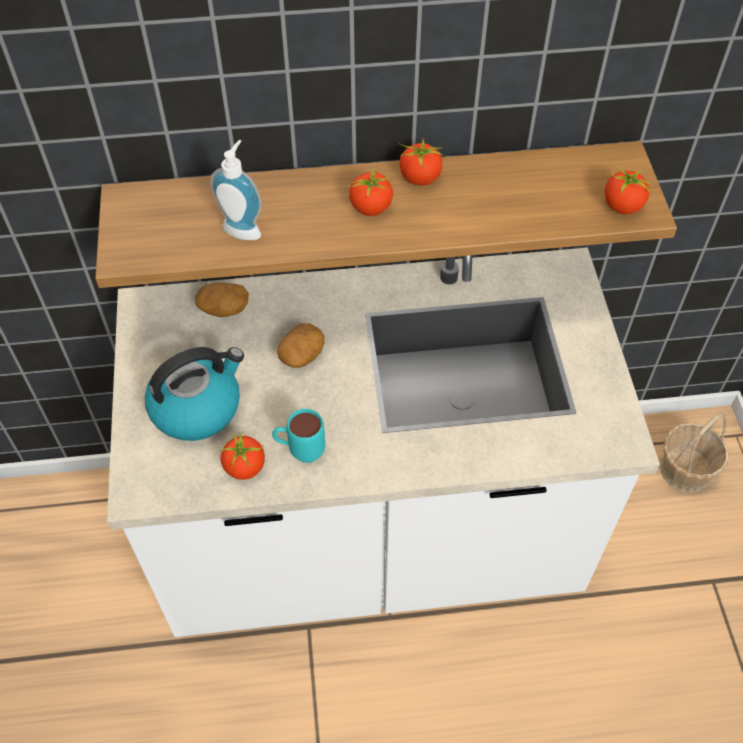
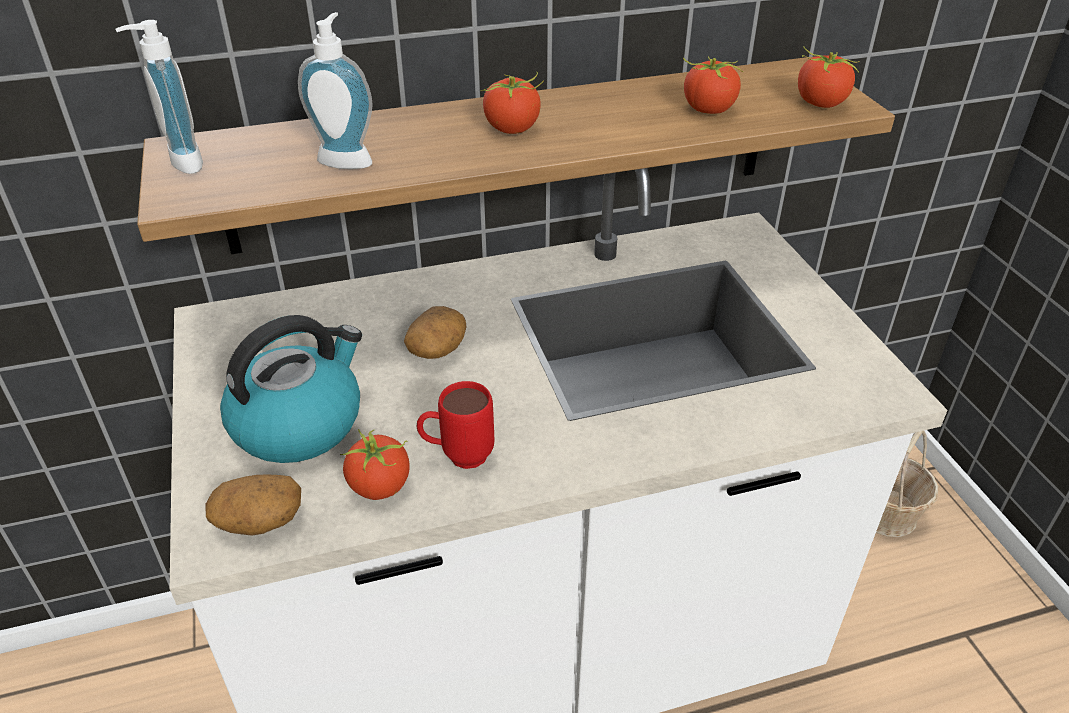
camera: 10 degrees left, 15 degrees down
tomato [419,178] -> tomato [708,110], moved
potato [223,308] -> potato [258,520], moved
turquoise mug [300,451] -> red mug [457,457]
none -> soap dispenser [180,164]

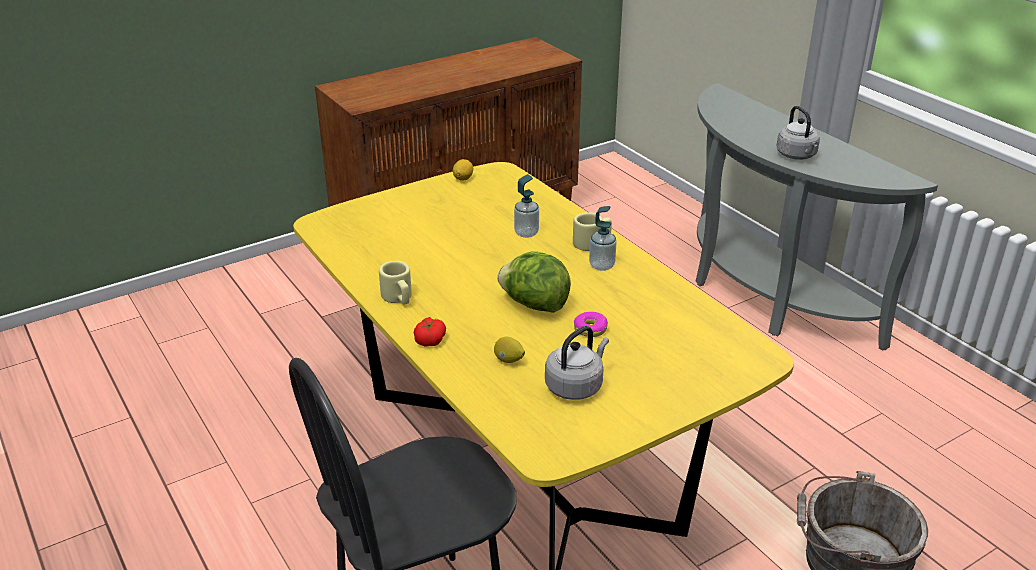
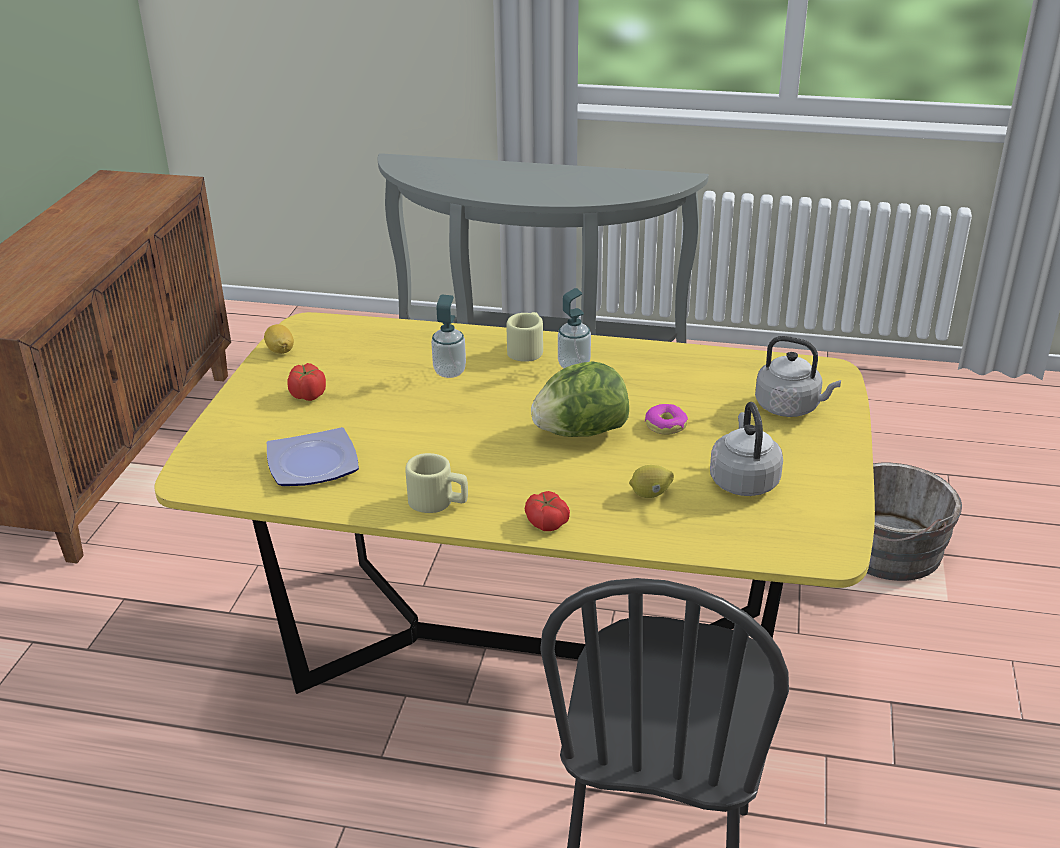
camera: 45 degrees left, 0 degrees up
grey kettle [797,156] -> grey kettle [790,407], moved
none -> tomato [308,395]
none -> plate [311,465]

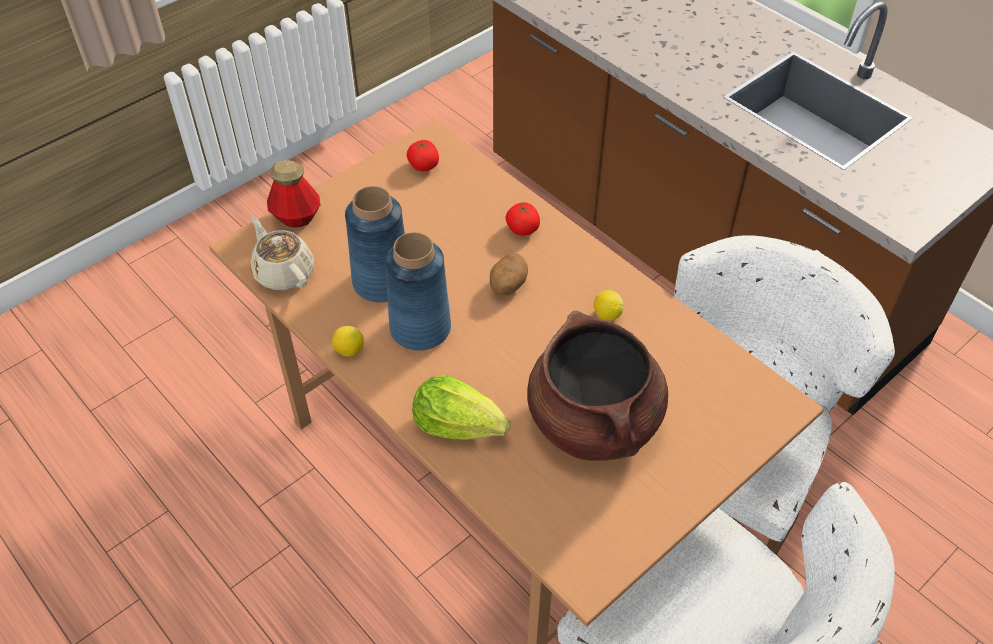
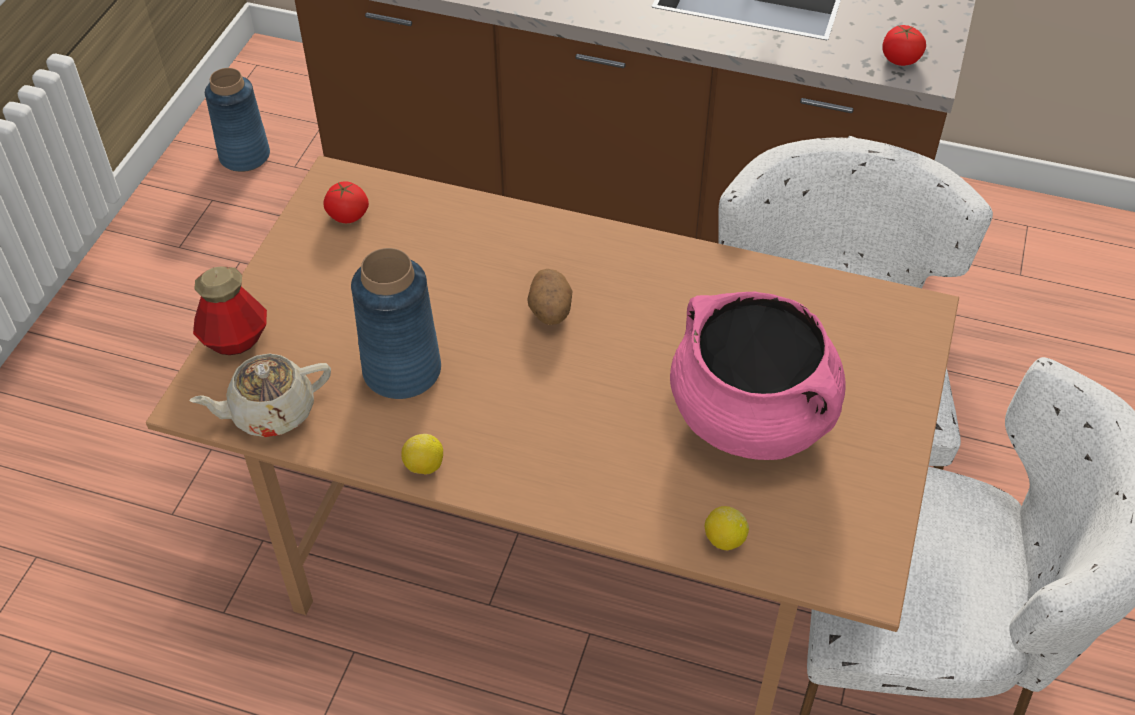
camera: 30 degrees left, 0 degrees up
tomato [522,229] -> tomato [900,59], moved
beige teapot [283,272] -> beige teapot [271,412], 45 degrees counterclockwise
blue vase [420,328] -> blue vase [245,155], moved
lemon [607,314] -> lemon [724,539], moved
brown cooking pot [594,422] -> pink cooking pot [752,416]
lettuce [458,424] -> none

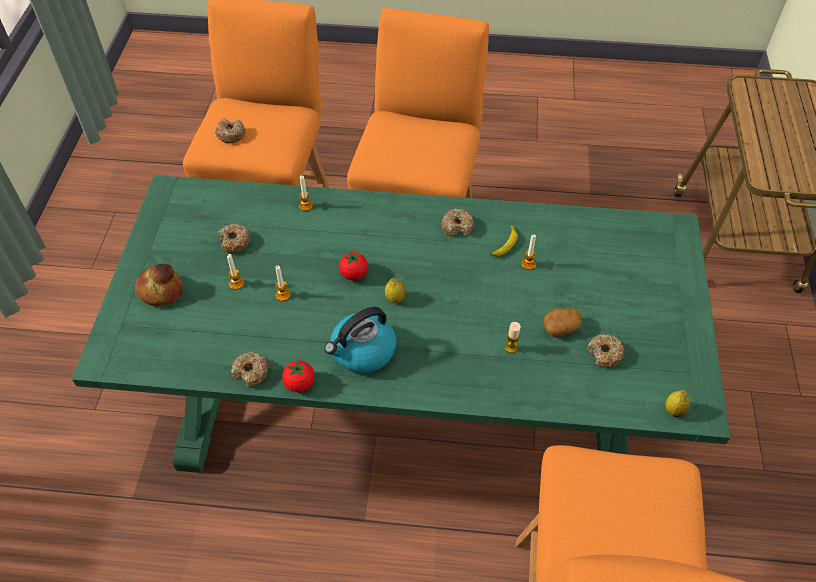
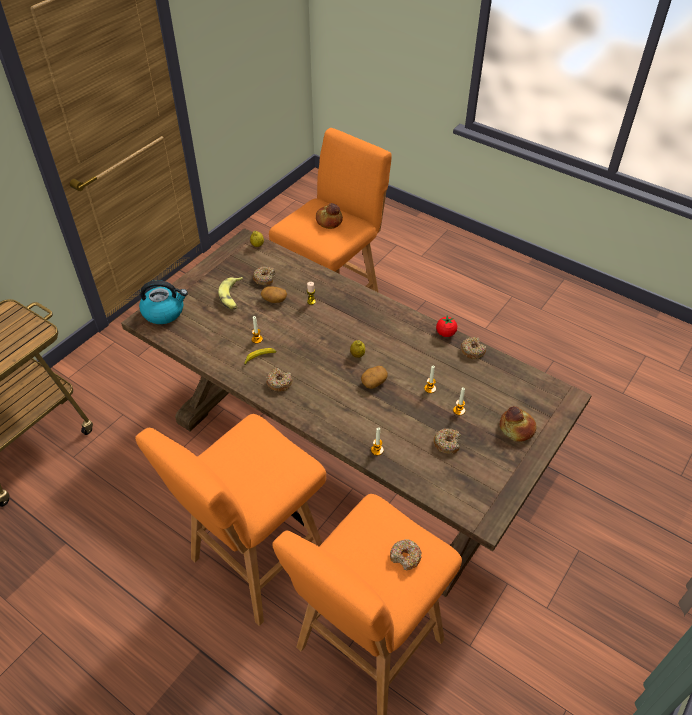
camera: 150 degrees left, 5 degrees down
green dining table [406,400] -> brown dining table [347,448]
tomato [354,274] -> potato [374,381]
kettle [362,351] -> kettle [164,312], moved
none -> bread [329,221]
none -> banana [232,297]

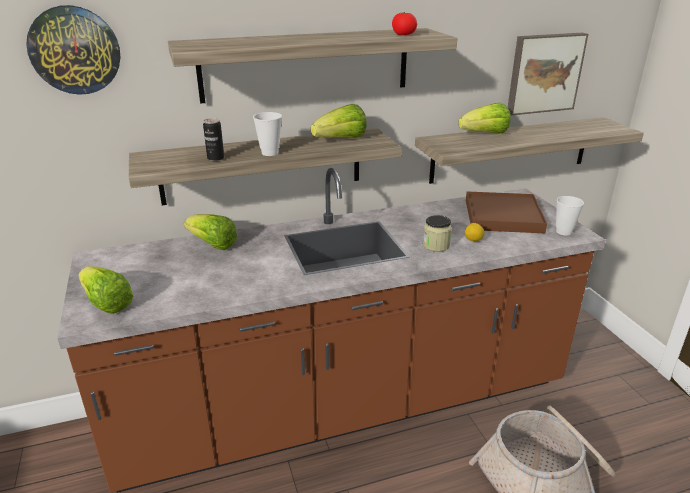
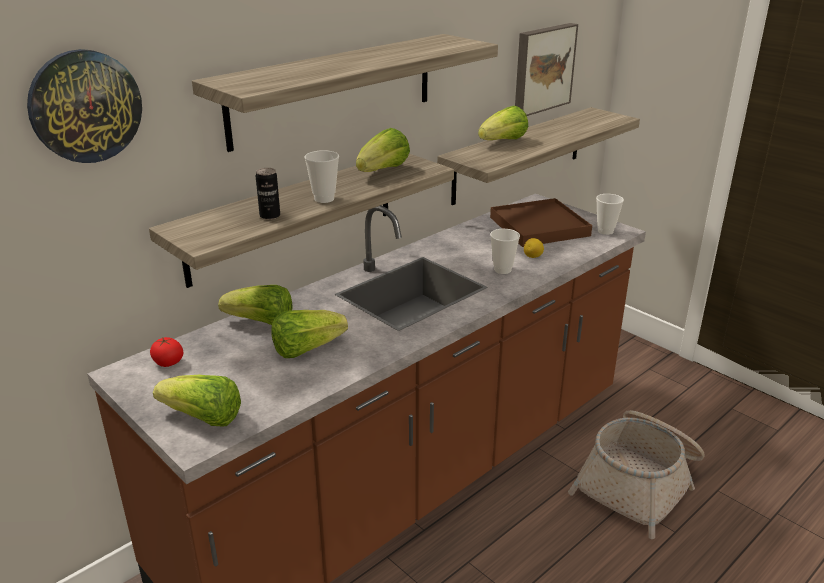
camera: 25 degrees left, 0 degrees up
tomato [403,35] -> tomato [168,363], moved
jar [436,245] -> cup [502,270]
none -> lettuce [306,349]

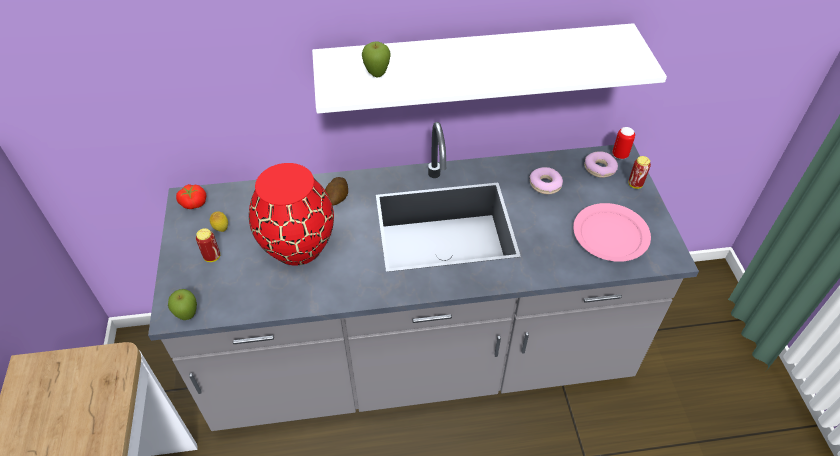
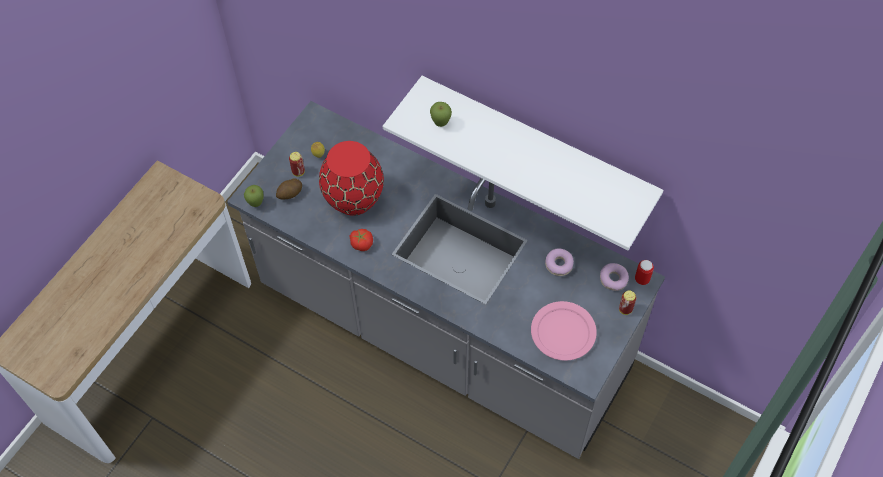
camera: 40 degrees right, 10 degrees up
potato [337,198] -> potato [290,194], moved
tomato [193,202] -> tomato [361,243], moved

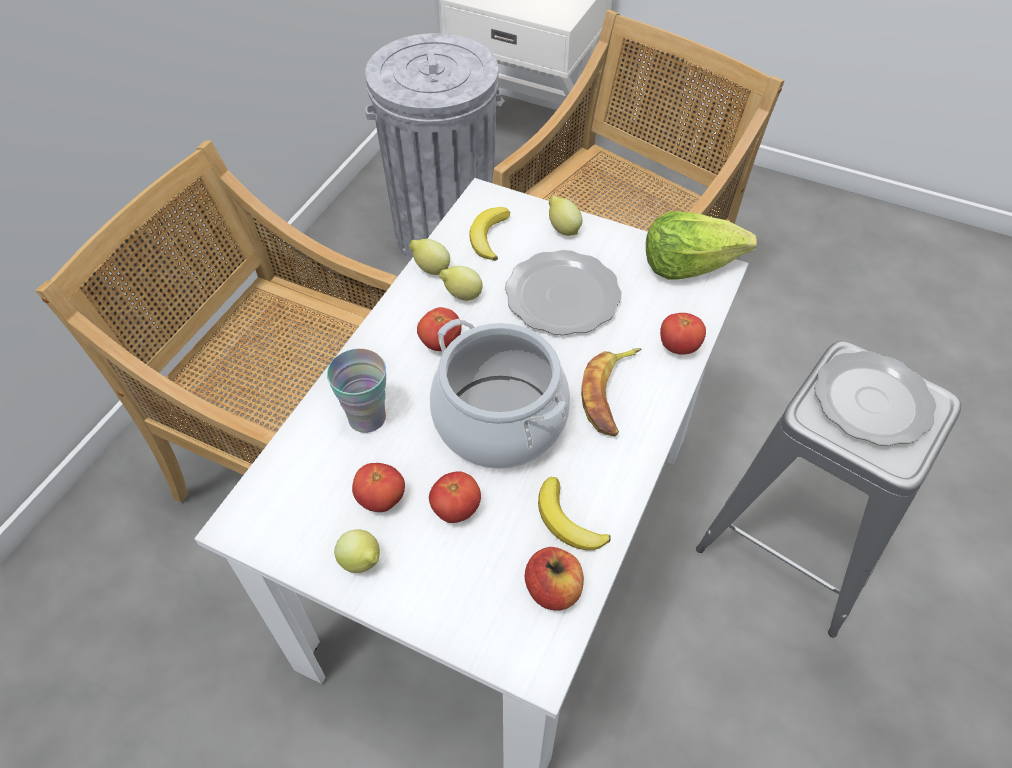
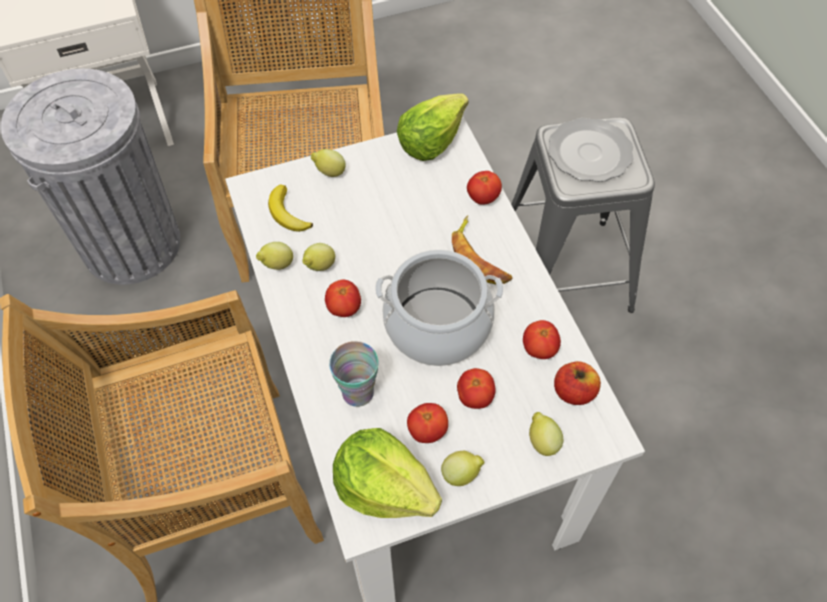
camera: 45 degrees left, 5 degrees up
plate [564,295] -> none
banana [567,521] -> tomato [539,349]
none -> lemon [542,441]
none -> lettuce [384,486]

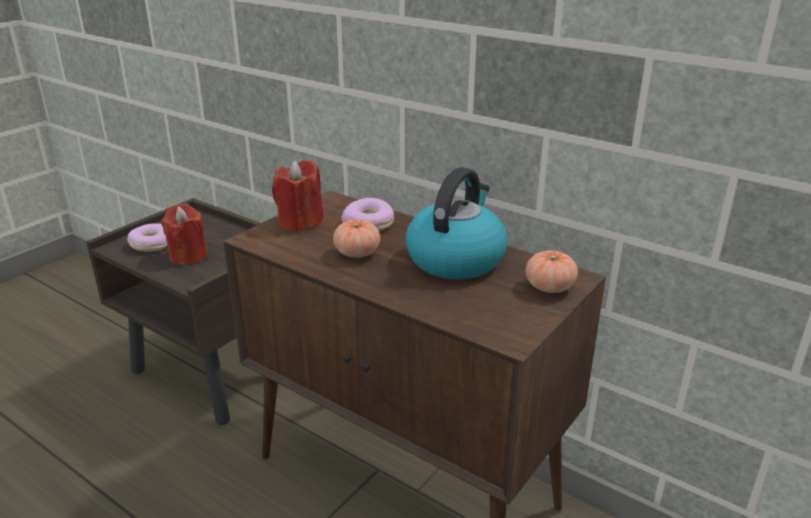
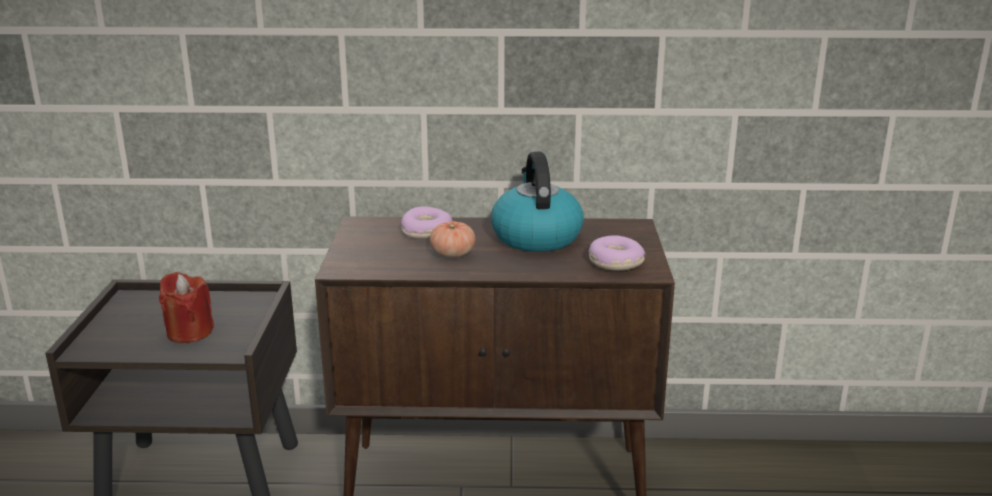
camera: 35 degrees left, 5 degrees down
red candle [300,222] -> none
donut [151,244] -> donut [615,262], moved
tomato [549,287] -> none

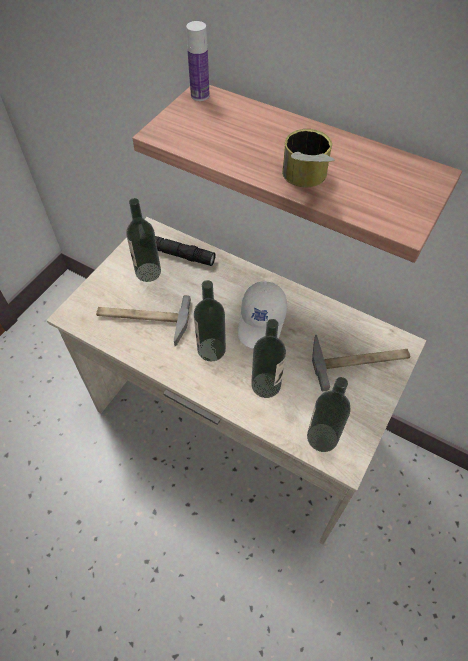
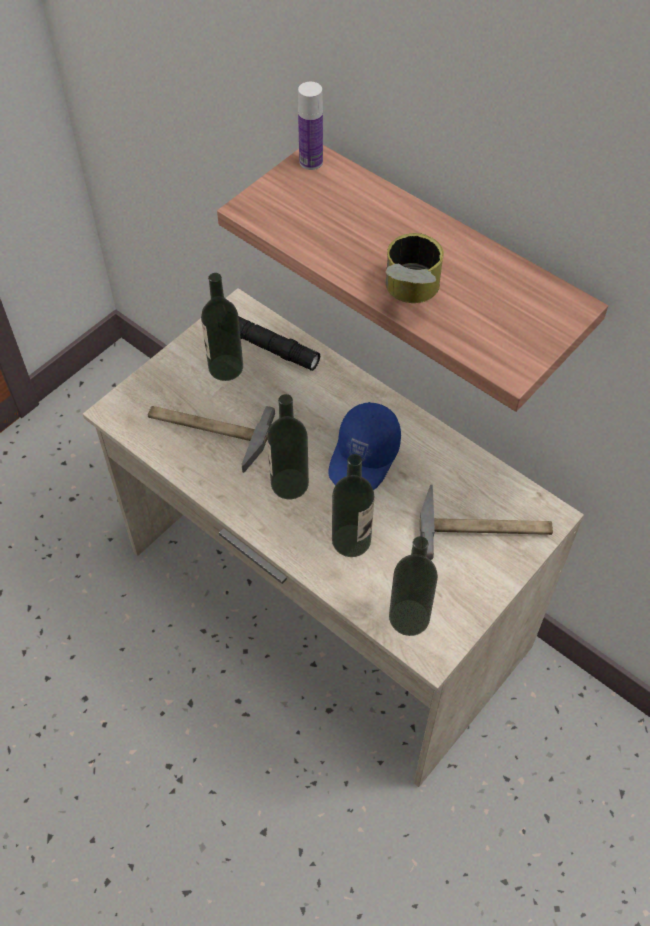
camera: 10 degrees right, 0 degrees up
white cap [262,322] -> blue cap [365,458]

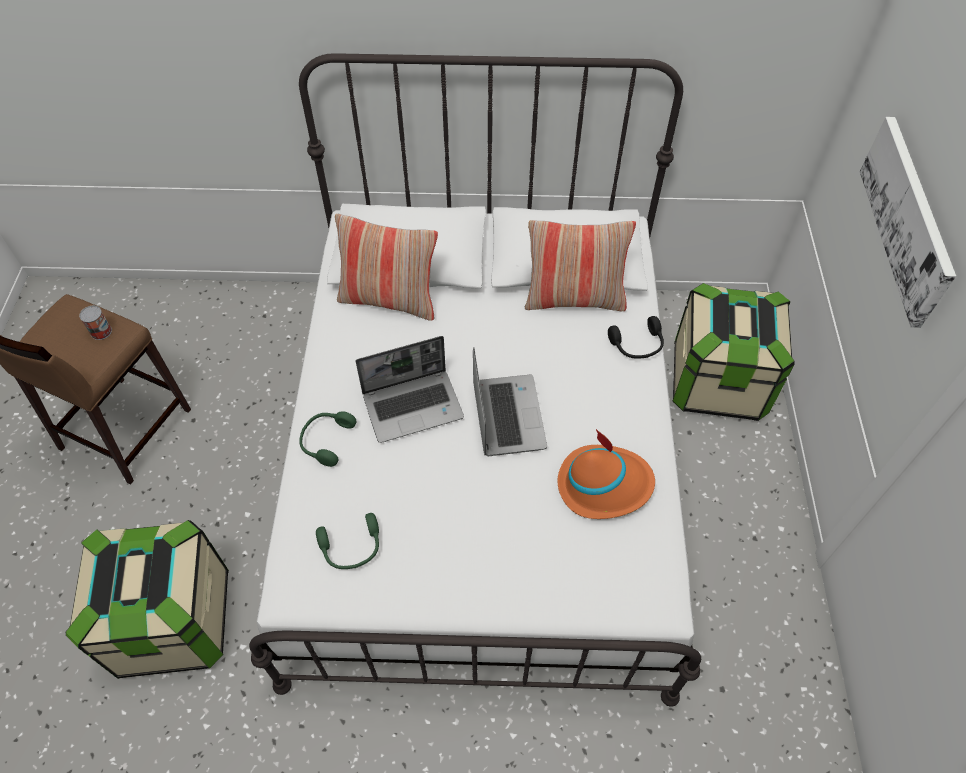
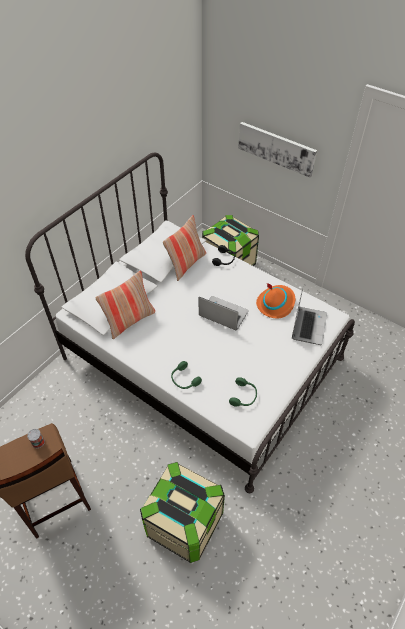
camera: 55 degrees left, 5 degrees down
laptop [414,405] -> laptop [308,325], moved

